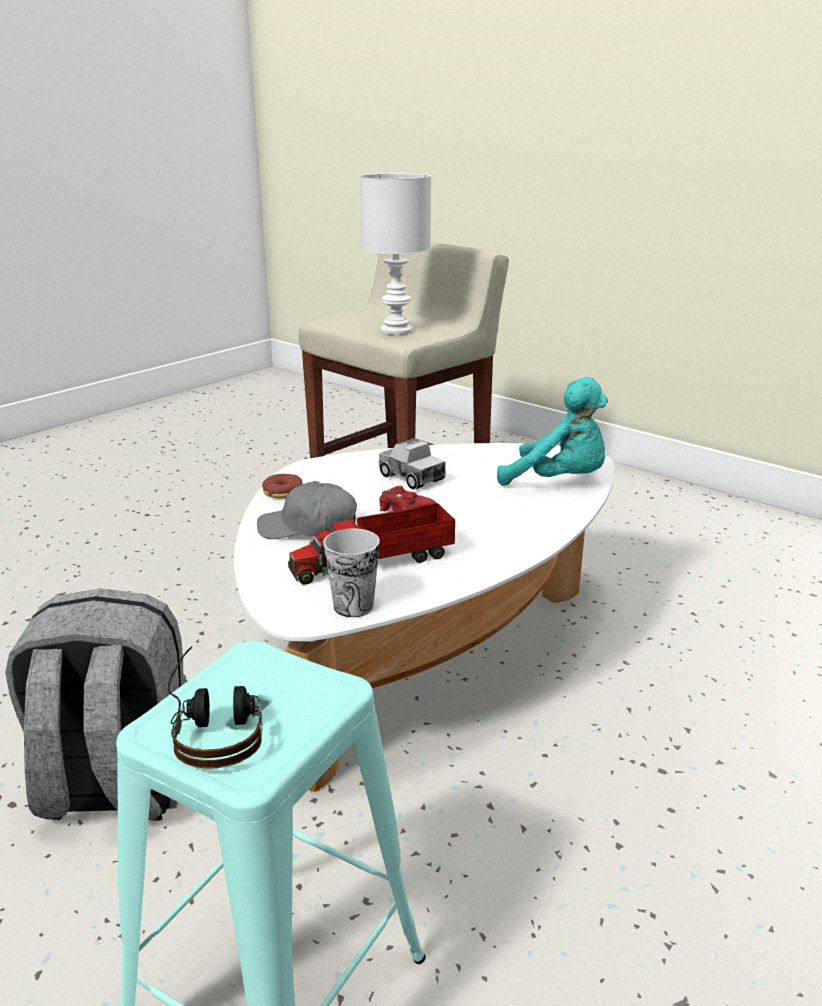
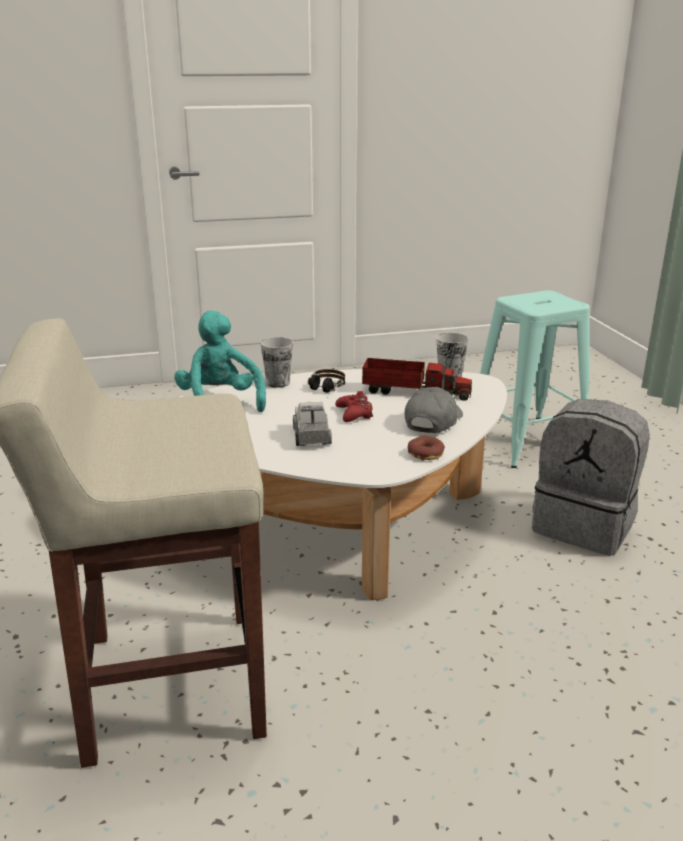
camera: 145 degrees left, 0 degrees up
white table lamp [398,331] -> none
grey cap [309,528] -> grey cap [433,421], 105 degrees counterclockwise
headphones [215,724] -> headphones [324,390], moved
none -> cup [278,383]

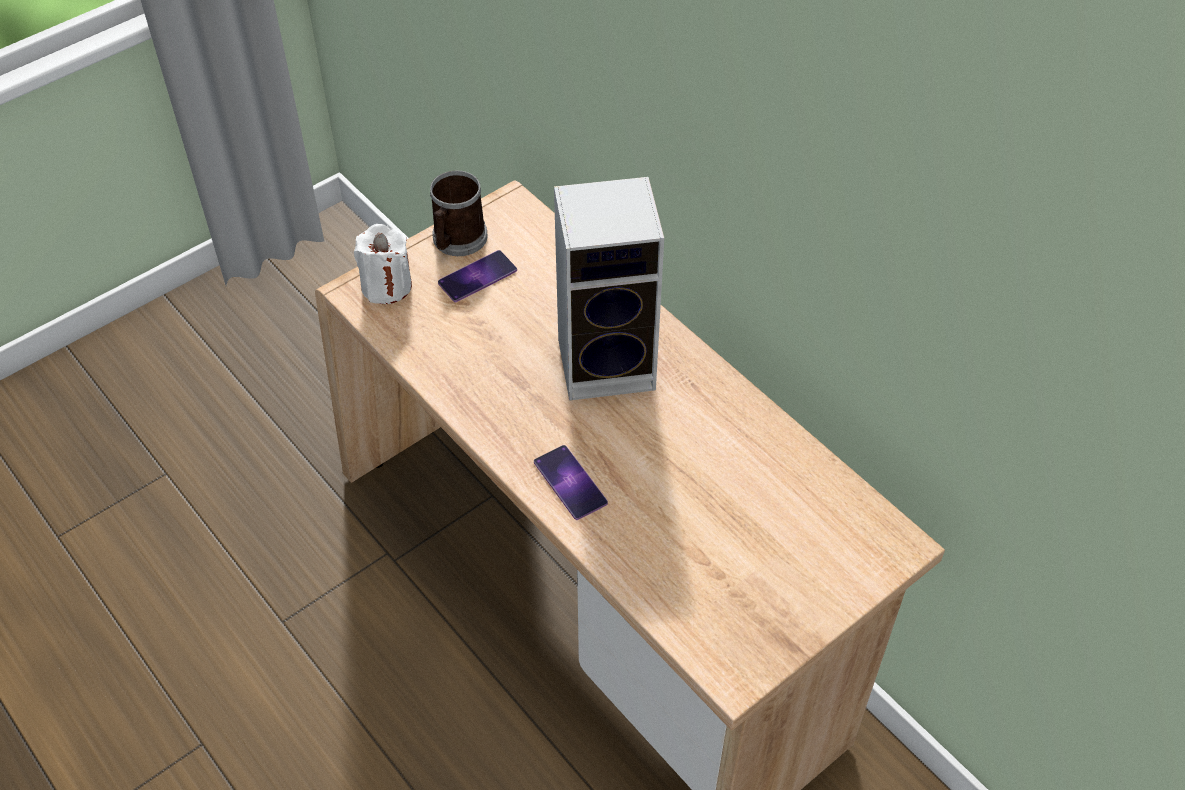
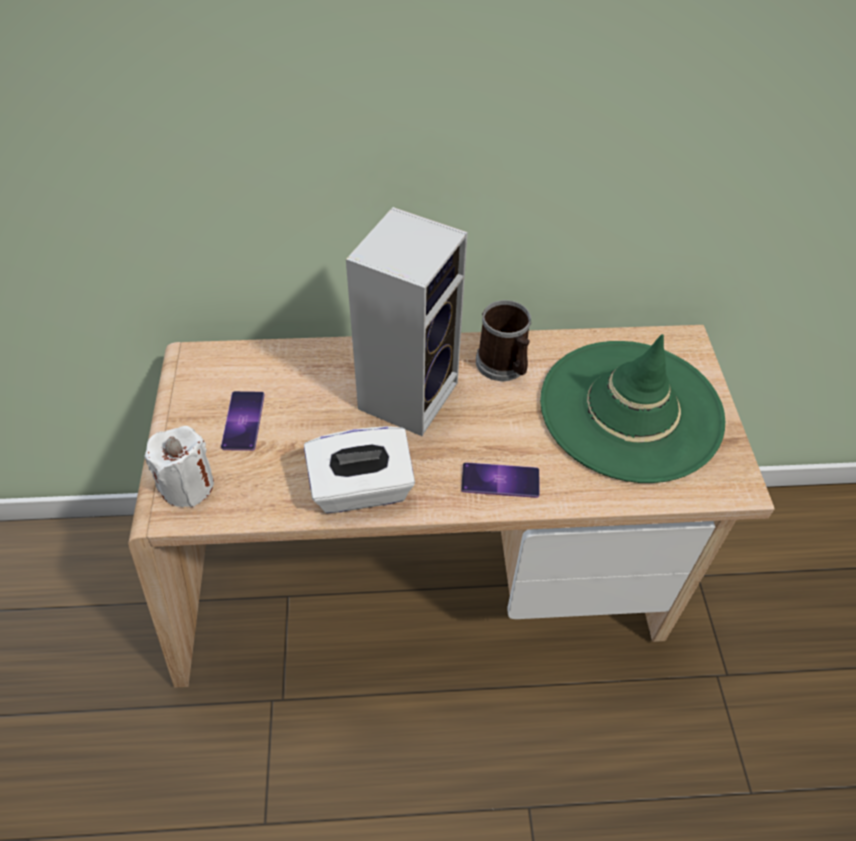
camera: 55 degrees left, 0 degrees up
mug [457,241] -> mug [504,366], moved
none -> green hat [630,409]
none -> white tissue box [361,490]

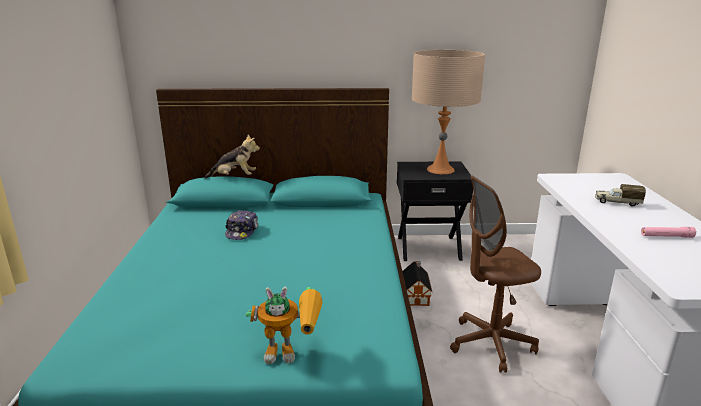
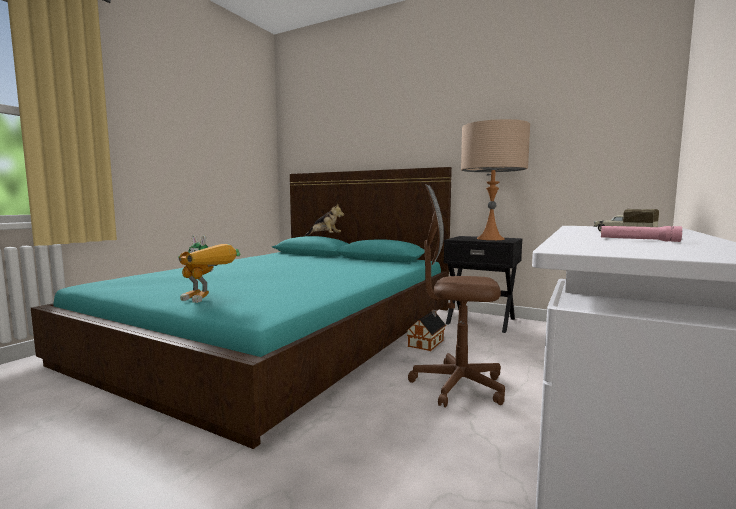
camera: 30 degrees right, 15 degrees down
cap [242,231] -> none

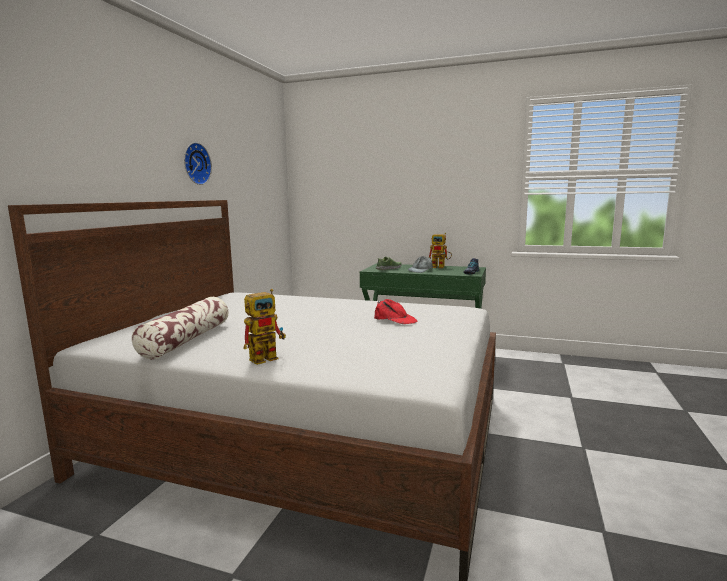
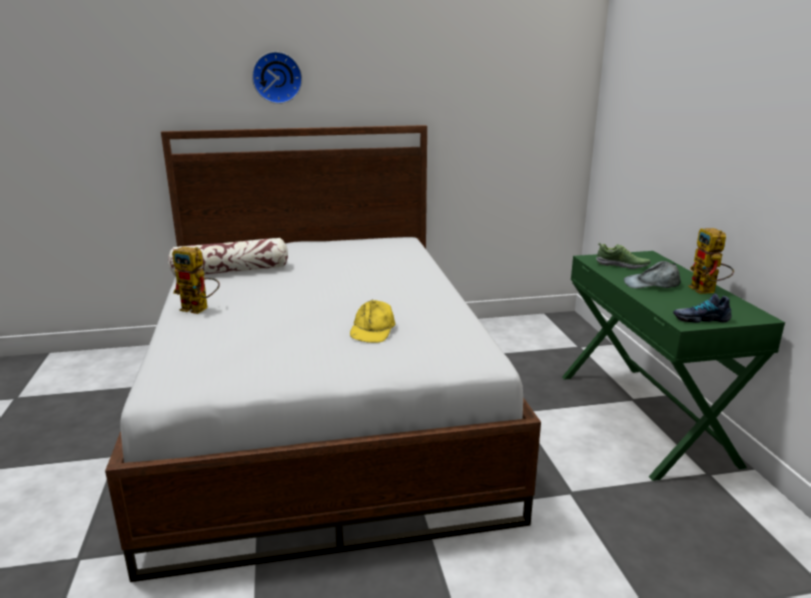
camera: 60 degrees right, 10 degrees up
wall clock [195,164] -> wall clock [277,77], moved
red cap [395,320] -> yellow cap [372,330]

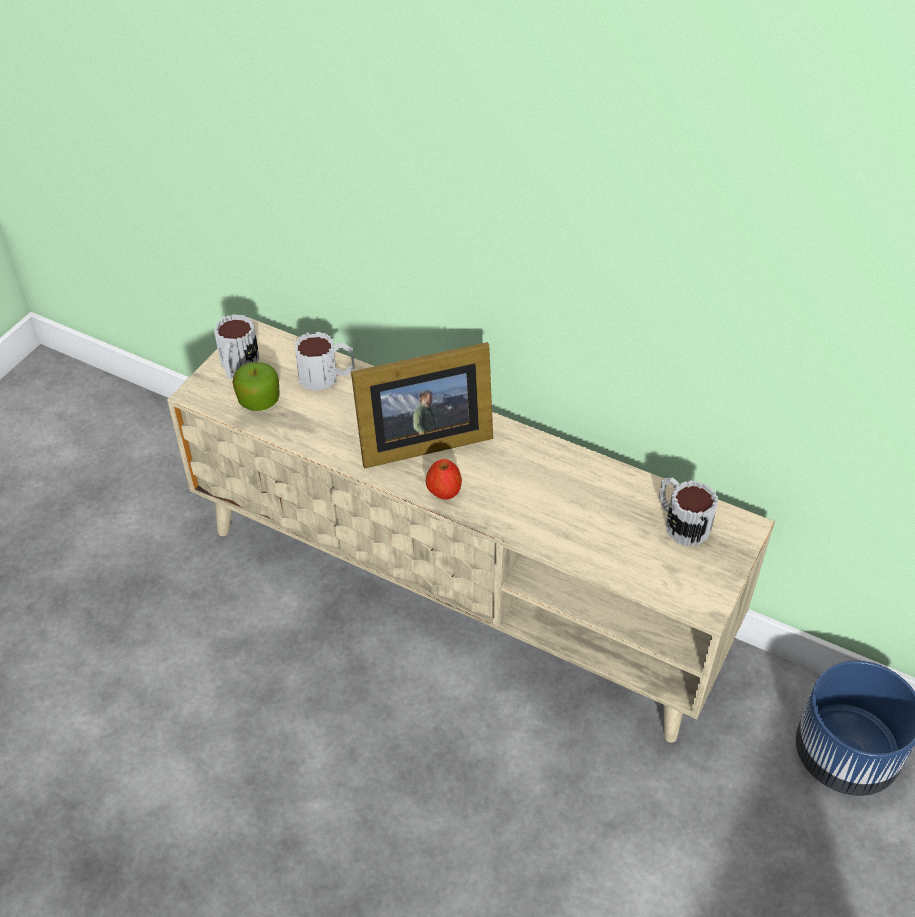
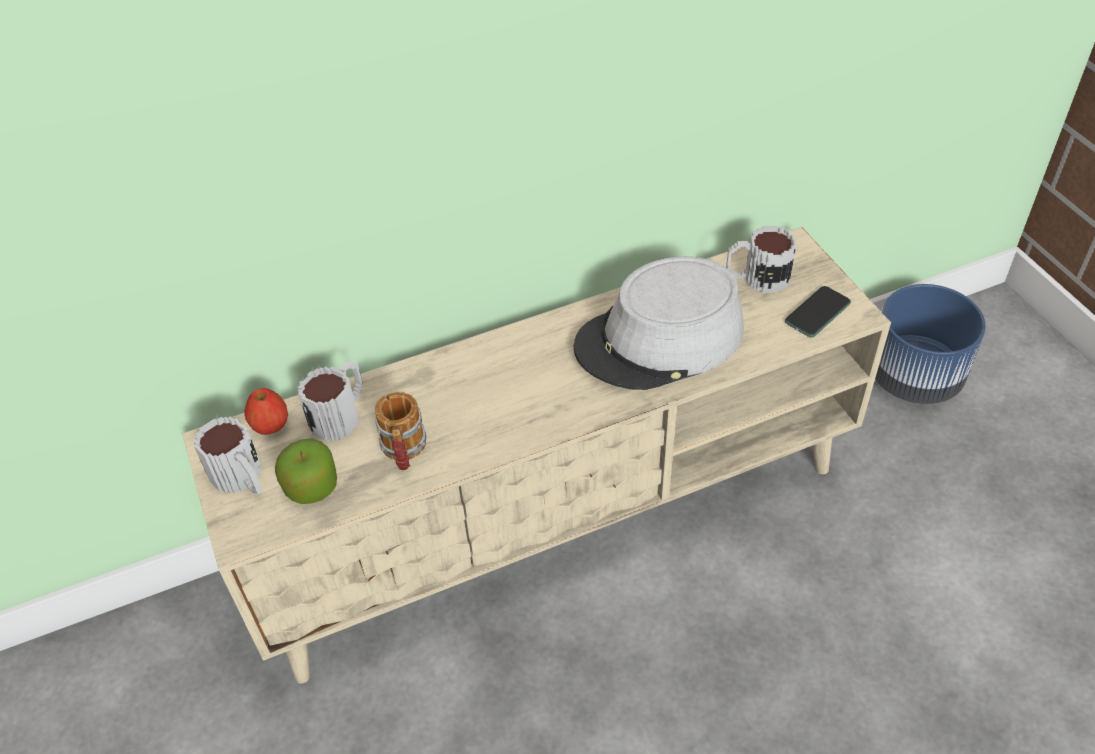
camera: 50 degrees left, 0 degrees up
picture frame [419,440] -> none
apple [444,493] -> apple [271,427], moved
none -> grey hat [660,340]
none -> phone [817,313]
none -> mug [404,451]

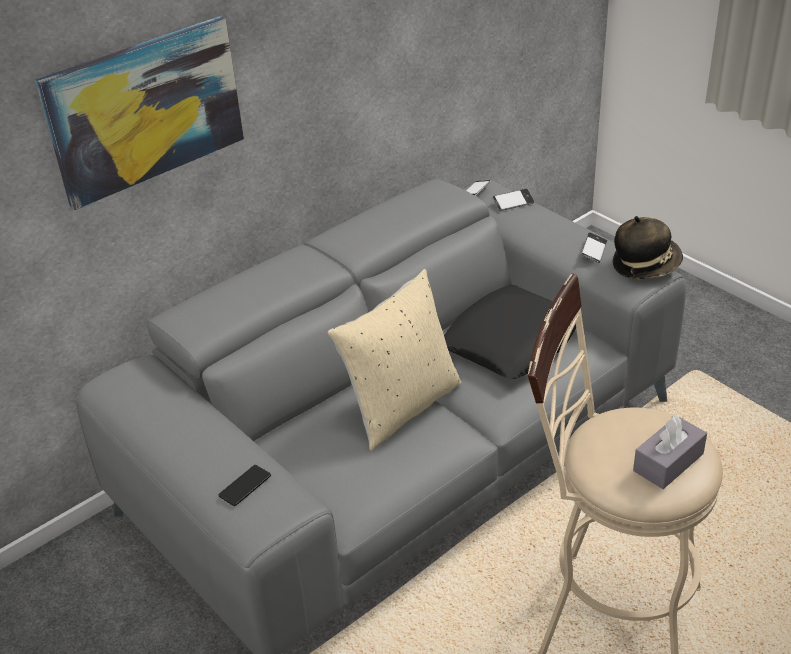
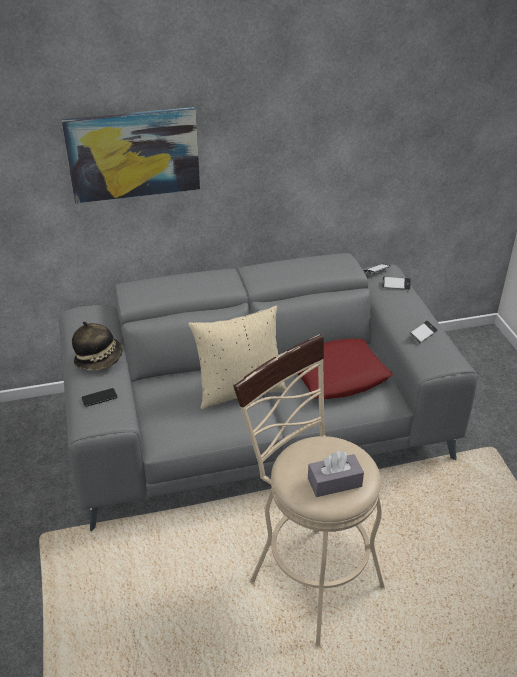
camera: 25 degrees right, 0 degrees up
hat [645,265] -> hat [99,359], moved
black pillow [511,341] -> red pillow [338,375]

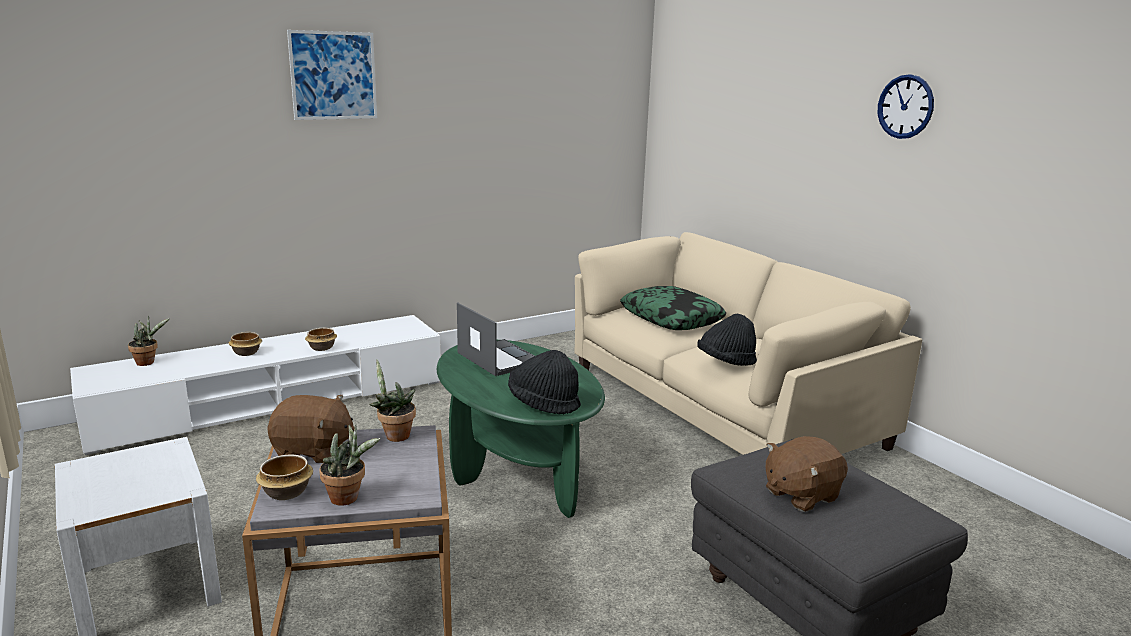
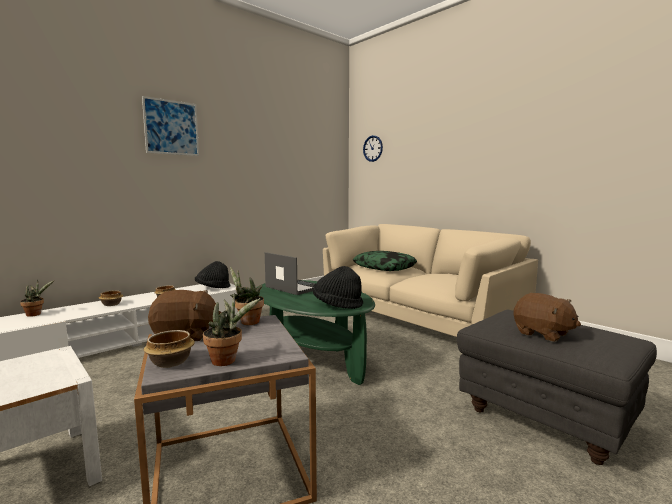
camera: 10 degrees left, 10 degrees down
wall clock [905,106] -> wall clock [373,148], moved
black hat [726,362] -> black hat [213,288], moved
brown plush toy [800,494] -> brown plush toy [542,334], 90 degrees counterclockwise

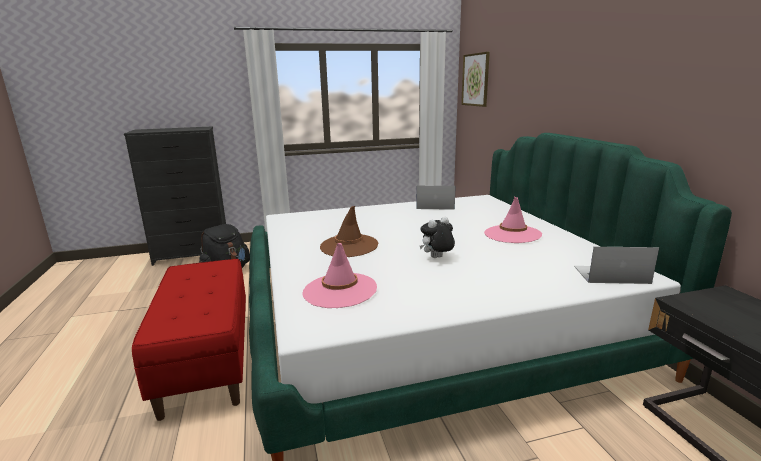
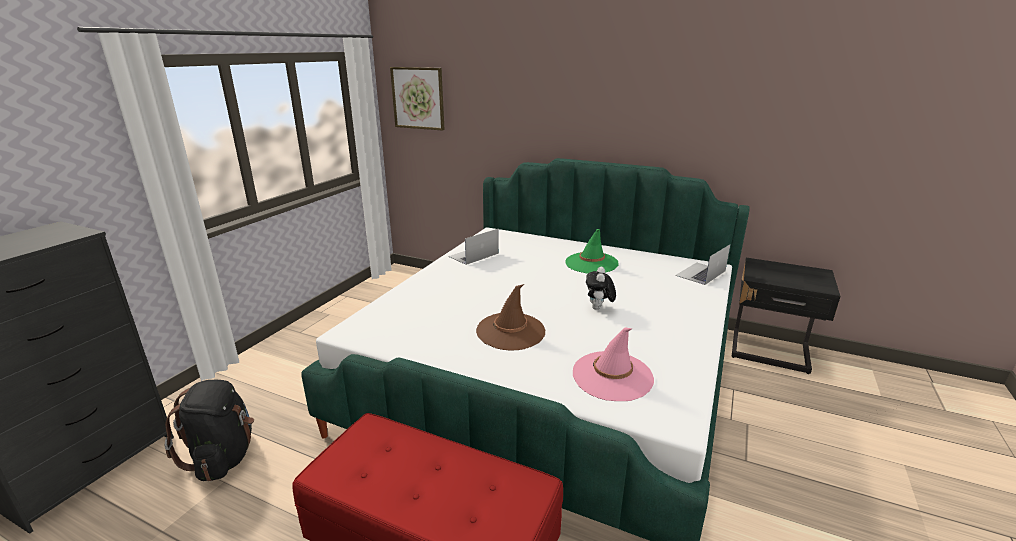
camera: 50 degrees left, 5 degrees up
pink hat [512,234] -> green hat [591,263]

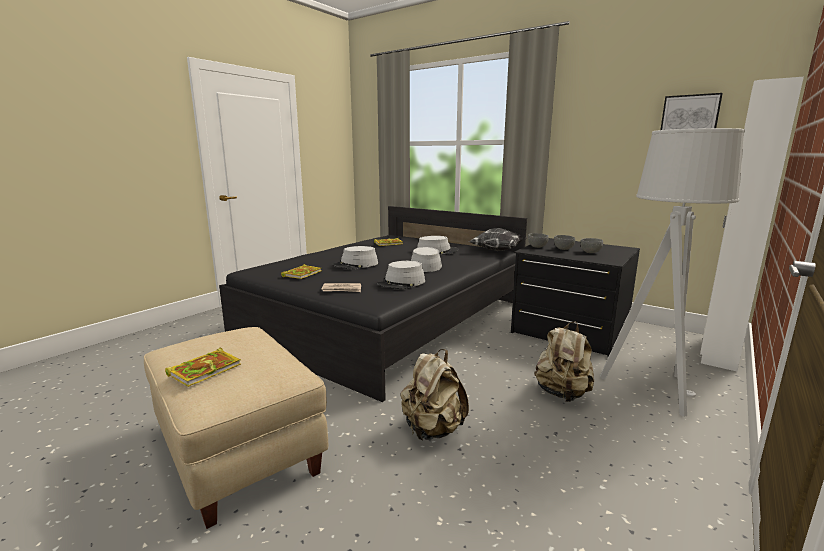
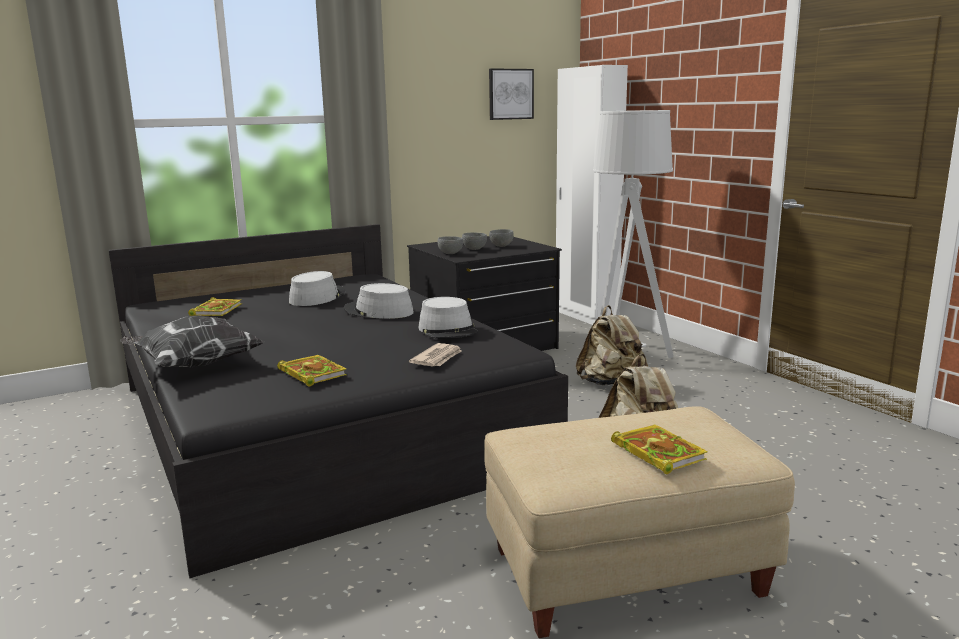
camera: 65 degrees left, 0 degrees up
pillow [496,250] -> pillow [194,365], moved
grey hat [355,265] -> none

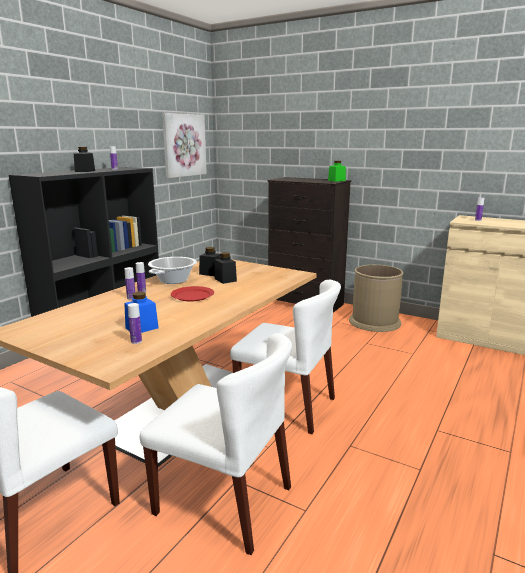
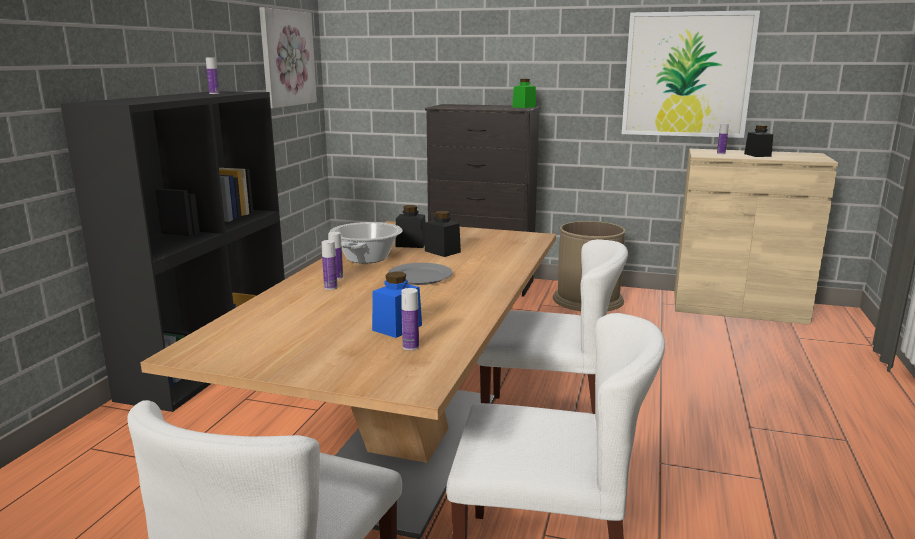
camera: 15 degrees left, 0 degrees up
black jar [85,171] -> black jar [757,155], moved
red plate [192,295] -> grey plate [420,276]
none -> picture [687,75]

